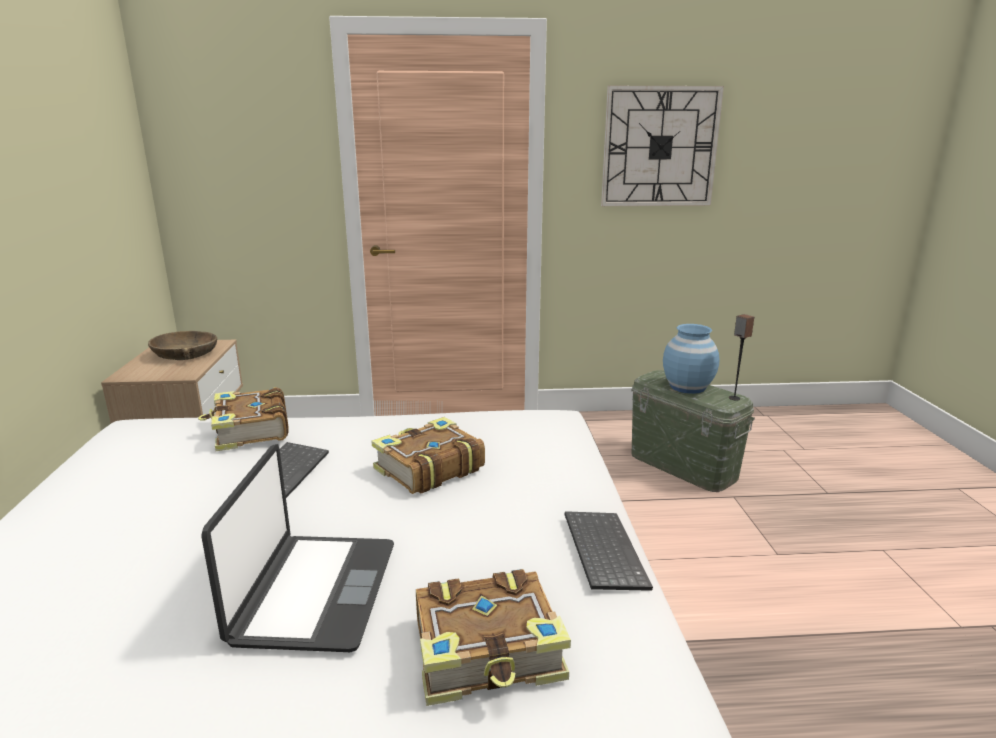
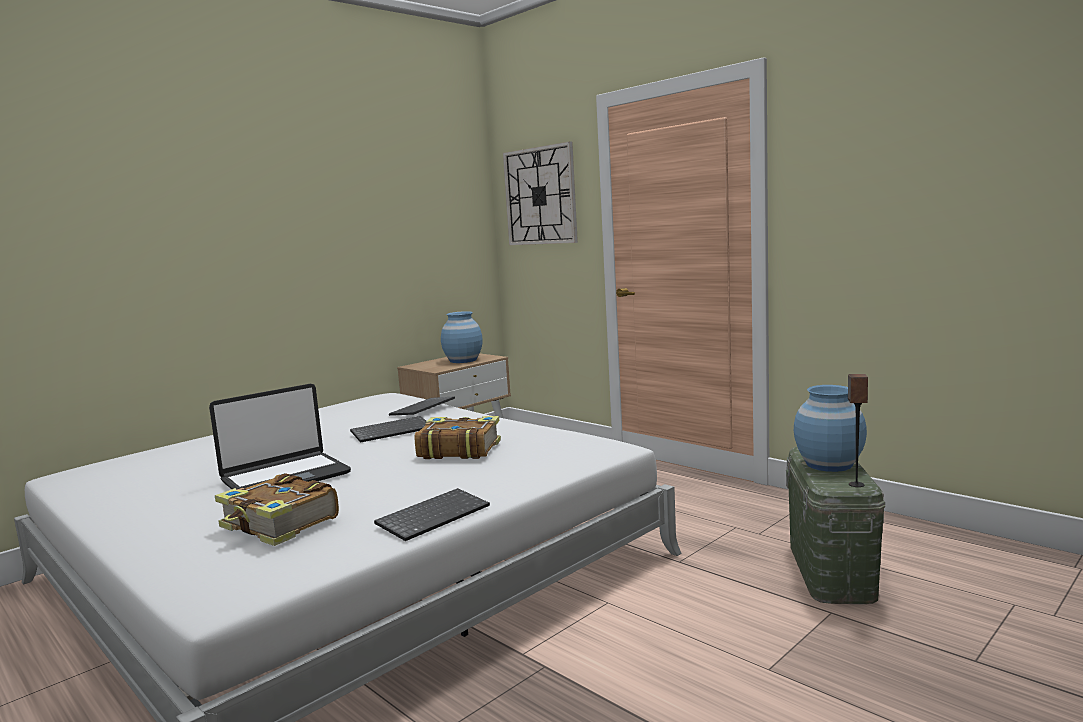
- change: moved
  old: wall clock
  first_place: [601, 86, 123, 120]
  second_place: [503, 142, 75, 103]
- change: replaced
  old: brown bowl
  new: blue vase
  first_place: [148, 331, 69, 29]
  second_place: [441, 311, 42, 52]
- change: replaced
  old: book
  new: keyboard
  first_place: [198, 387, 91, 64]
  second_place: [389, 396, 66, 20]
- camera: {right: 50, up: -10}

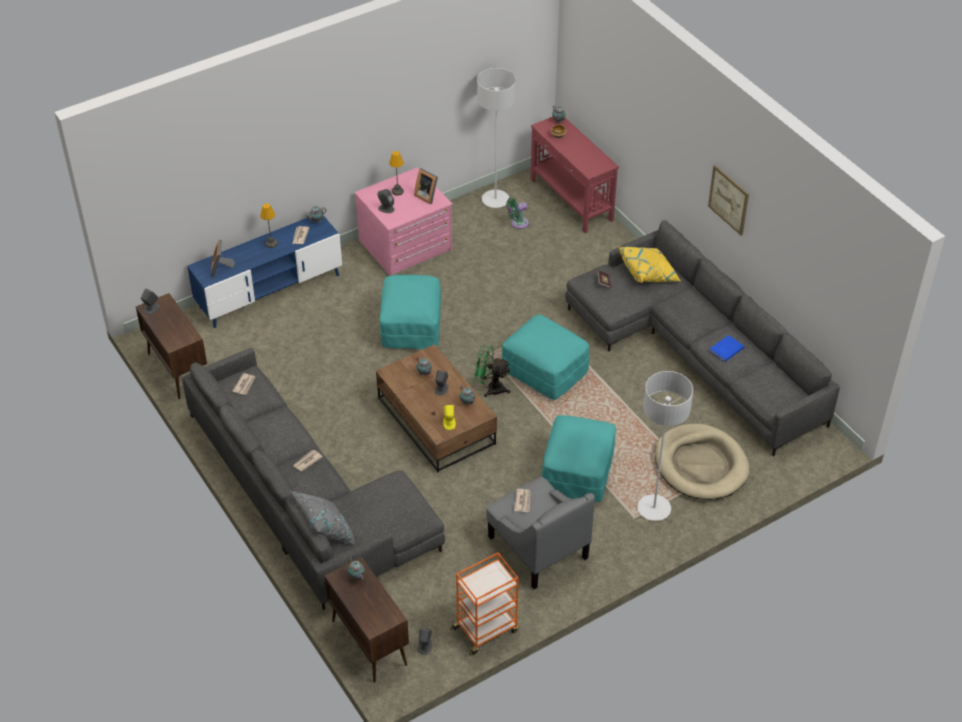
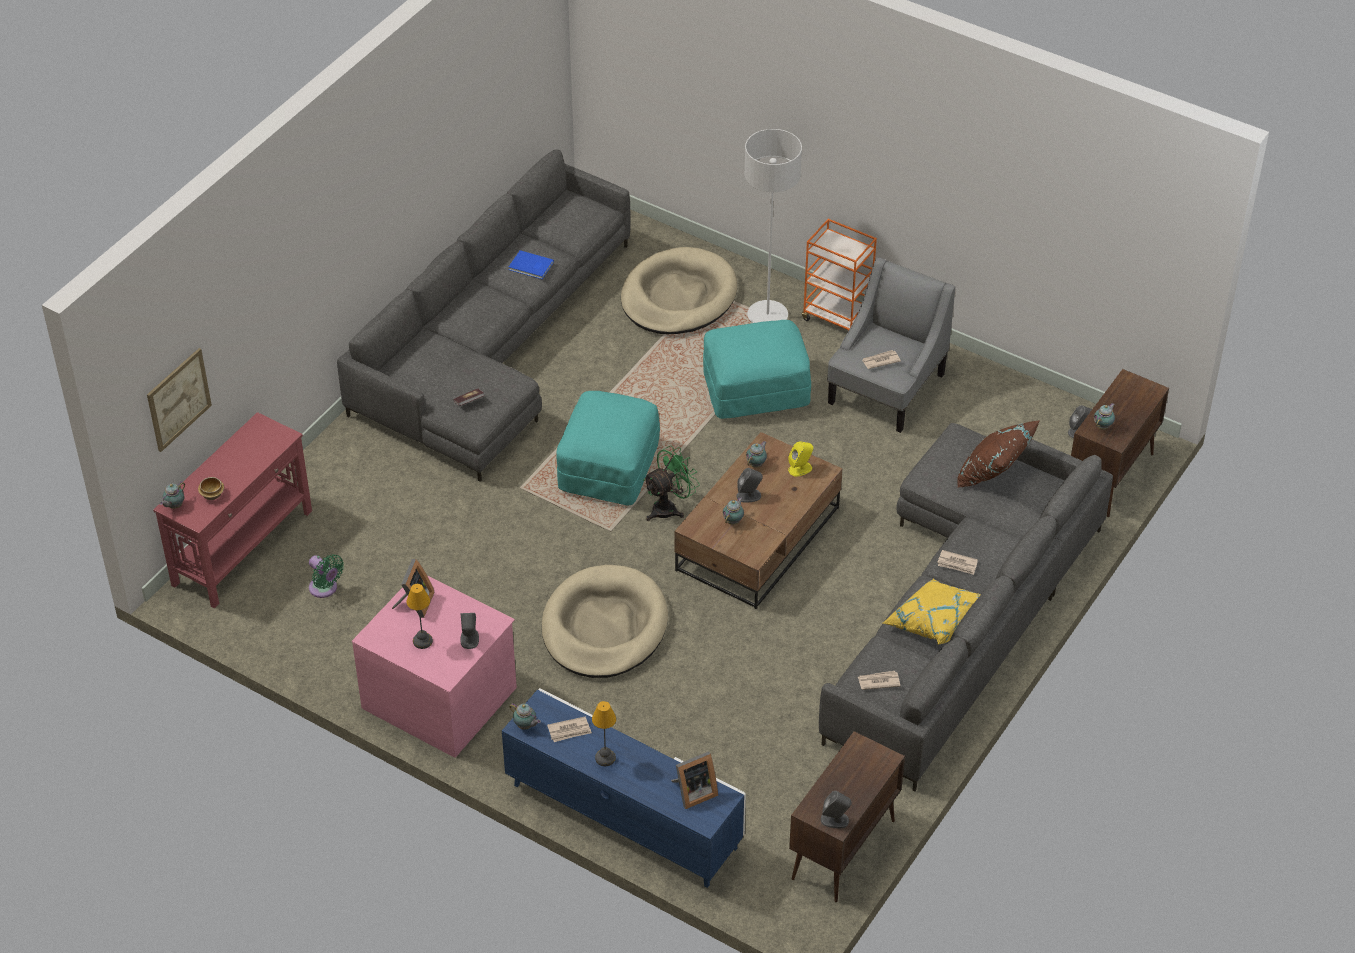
- change: removed
  old: grey floor lamp
  first_place: [477, 68, 39, 140]
- change: moved
  old: picture
  first_place: [708, 165, 41, 71]
  second_place: [147, 348, 65, 104]
- change: moved
  old: yellow pillow
  first_place: [618, 247, 63, 36]
  second_place: [883, 579, 98, 65]
- change: replaced
  old: turquoise ottoman
  new: beige dog bed
  first_place: [379, 275, 62, 74]
  second_place: [542, 565, 126, 113]
- change: turned
  old: green fan
  first_place: [473, 345, 38, 52]
  second_place: [643, 446, 57, 75]
  degrees: -120
- change: removed
  old: grey pillow
  first_place: [290, 491, 65, 54]
- change: moved
  old: orange cart
  first_place: [450, 552, 69, 103]
  second_place: [802, 219, 75, 111]
- change: added
  new: brown pillow
  second_place: [957, 420, 83, 67]
- camera: {right: -115, up: 0}

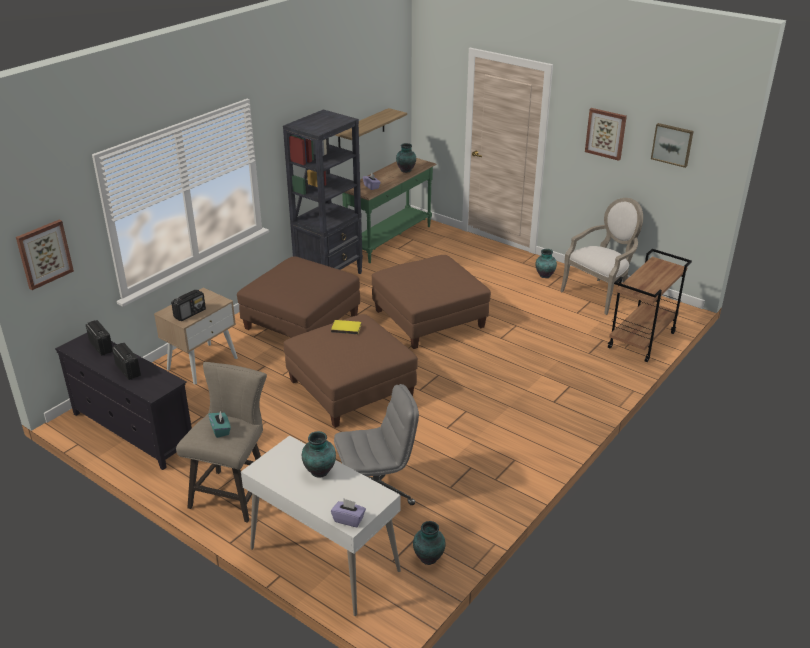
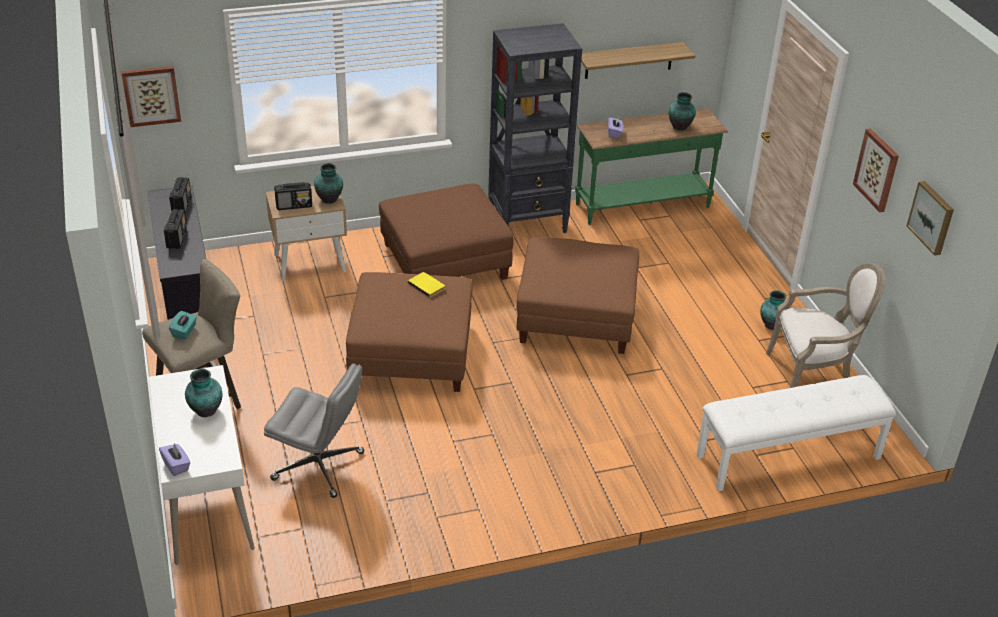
- change: replaced
  old: brown cart
  new: white bench
  first_place: [607, 249, 85, 113]
  second_place: [696, 375, 200, 117]
- change: moved
  old: vase
  first_place: [413, 521, 33, 44]
  second_place: [314, 163, 29, 41]
- camera: {right: 35, up: 5}

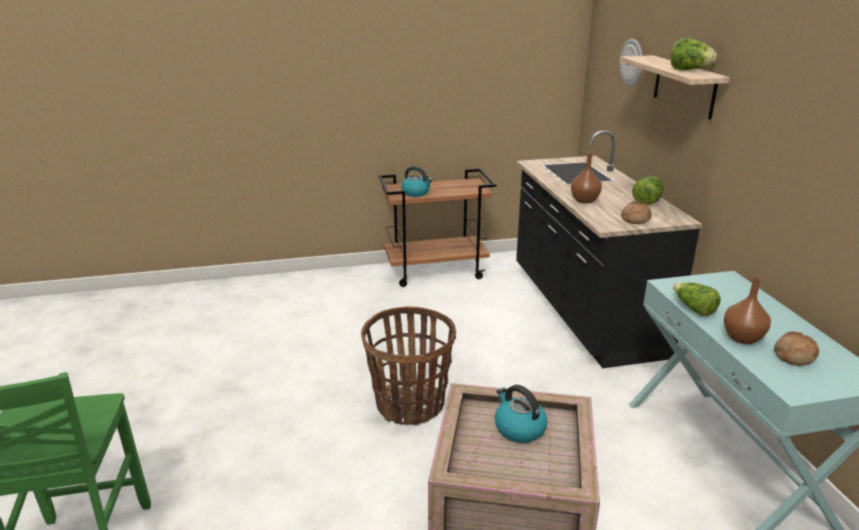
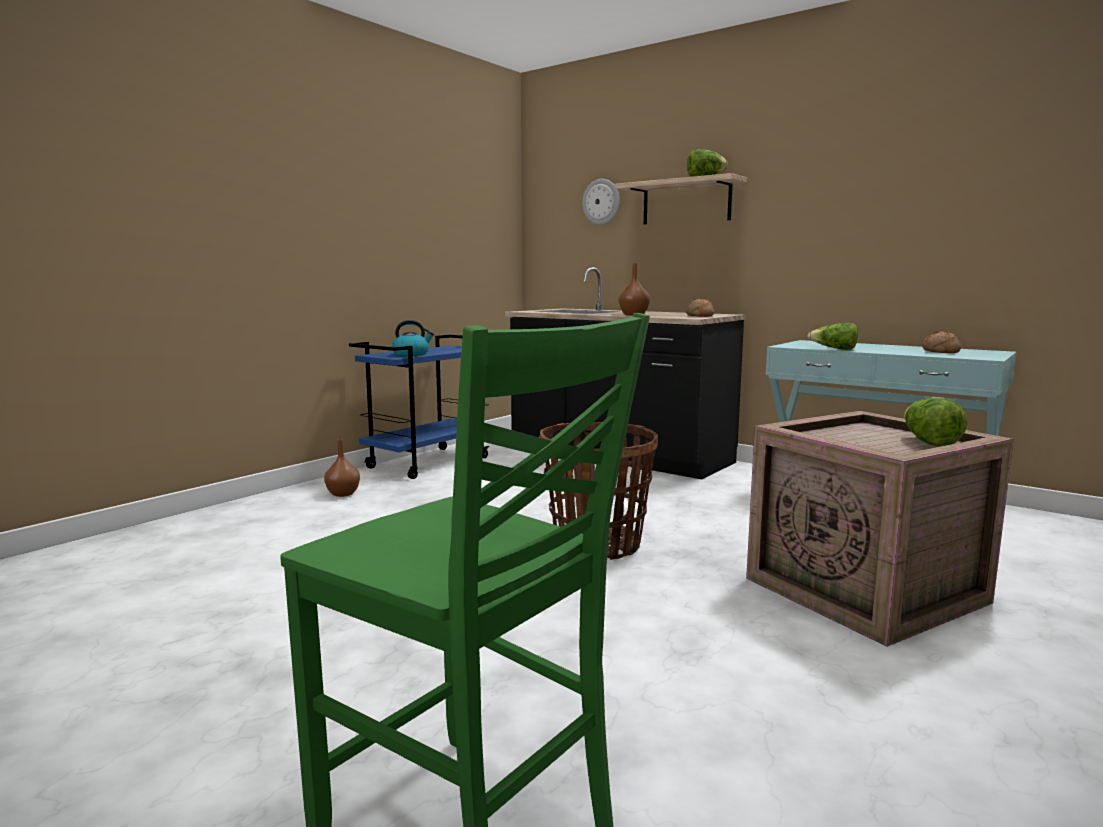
- change: recoloured
  old: brown cart
  new: blue cart
  first_place: [379, 168, 117, 119]
  second_place: [349, 335, 141, 144]
- change: moved
  old: lettuce
  first_place: [632, 176, 32, 29]
  second_place: [904, 398, 63, 49]
- change: moved
  old: brown vase
  first_place: [724, 276, 47, 68]
  second_place: [324, 439, 36, 58]
- change: removed
  old: kettle
  first_place: [495, 385, 53, 58]
- camera: {right: -40, up: -15}

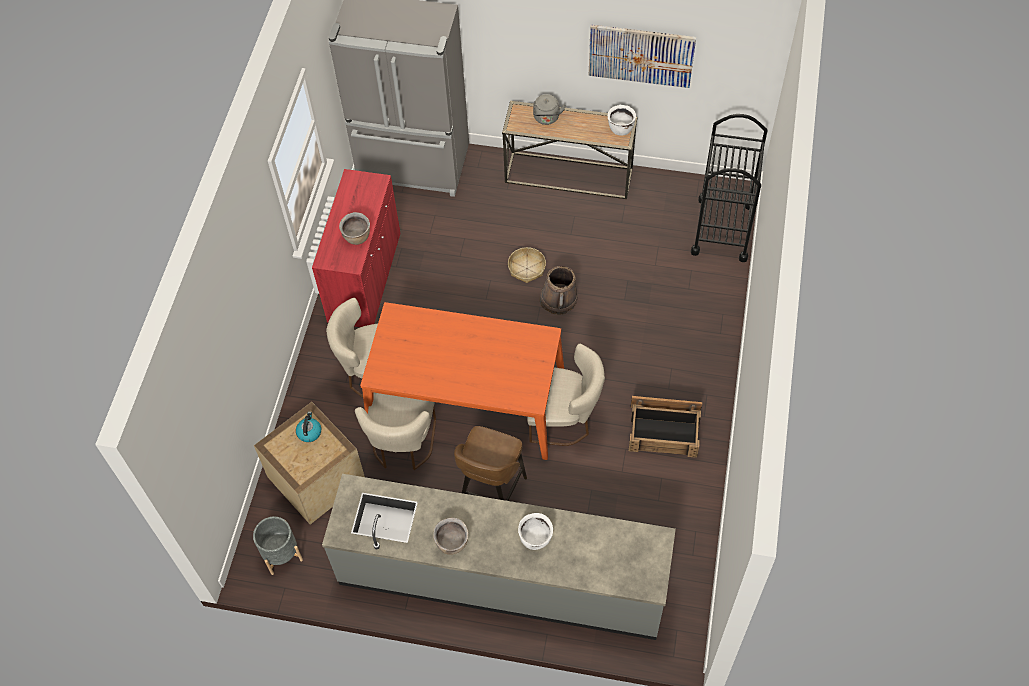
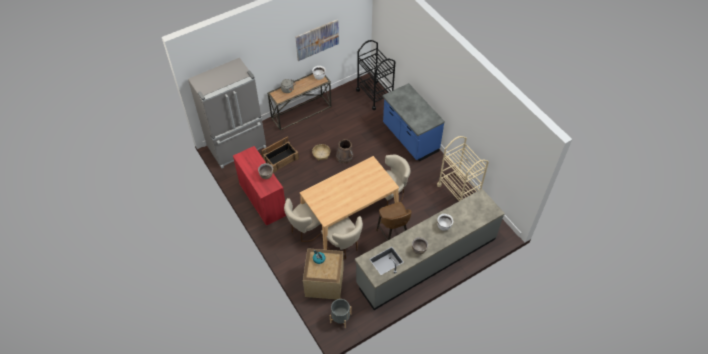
- change: recoloured
  old: orange dining table
  new: beige dining table
  first_place: [360, 302, 204, 158]
  second_place: [300, 156, 99, 94]
- change: moved
  old: crate
  first_place: [629, 396, 74, 62]
  second_place: [261, 136, 38, 37]
- change: added
  new: blue counter
  second_place: [383, 83, 62, 79]
- change: added
  new: beige cart
  second_place: [437, 136, 52, 65]
- camera: {right: -45, up: -5}

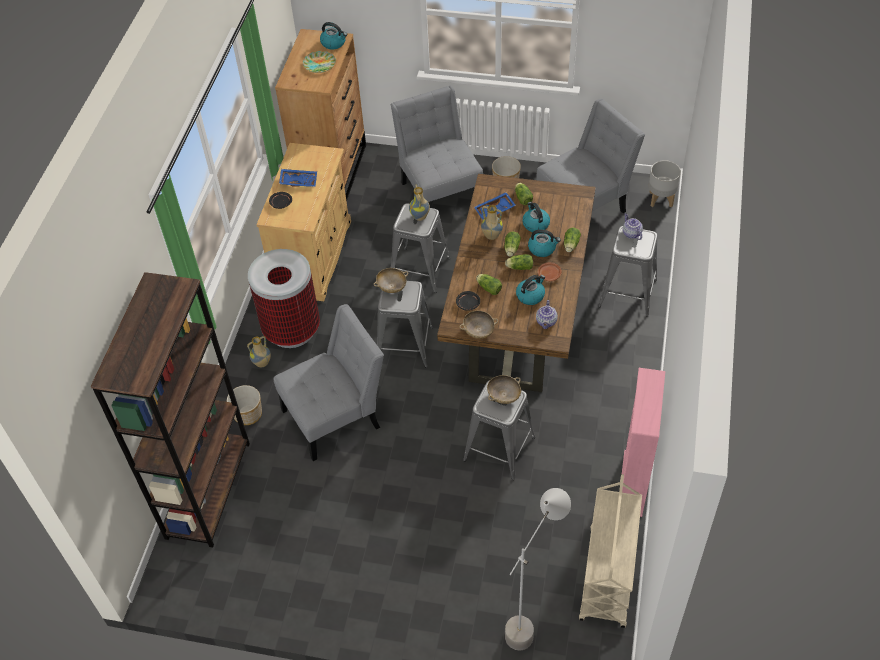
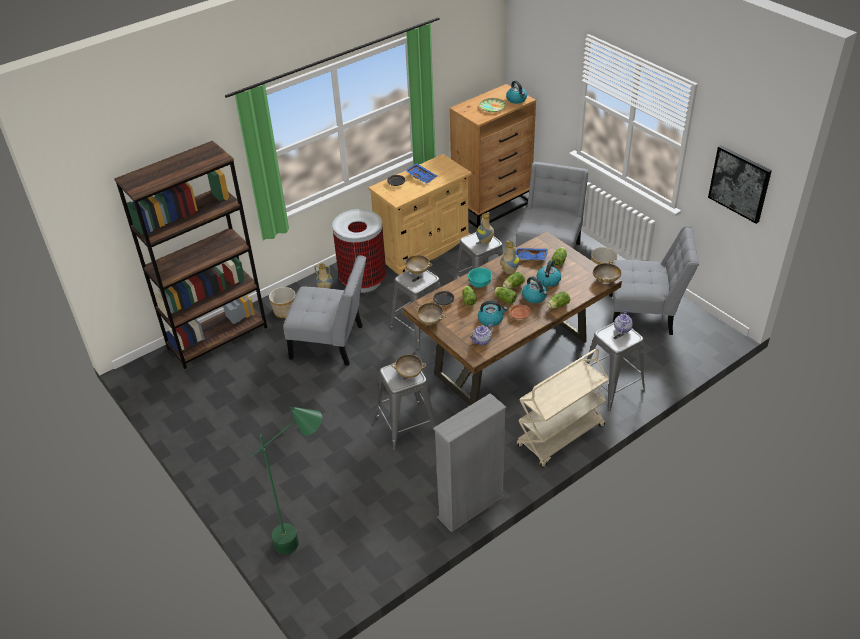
- change: removed
  old: grey planter
  first_place: [649, 160, 32, 47]
- change: recoloured
  old: pink bookcase
  new: grey bookcase
  first_place: [622, 368, 43, 149]
  second_place: [433, 393, 73, 139]
- change: moved
  old: beige cart
  first_place: [579, 474, 63, 154]
  second_place: [517, 348, 92, 120]
- change: recoloured
  old: grey floor lamp
  new: green floor lamp
  first_place: [505, 488, 66, 162]
  second_place: [252, 407, 70, 147]
- change: added
  new: picture
  second_place: [708, 145, 64, 79]
- change: added
  new: beige bowl
  second_place: [593, 261, 28, 22]
- change: added
  new: turquoise bowl
  second_place: [468, 268, 24, 20]
- camera: {right: 40, up: -10}

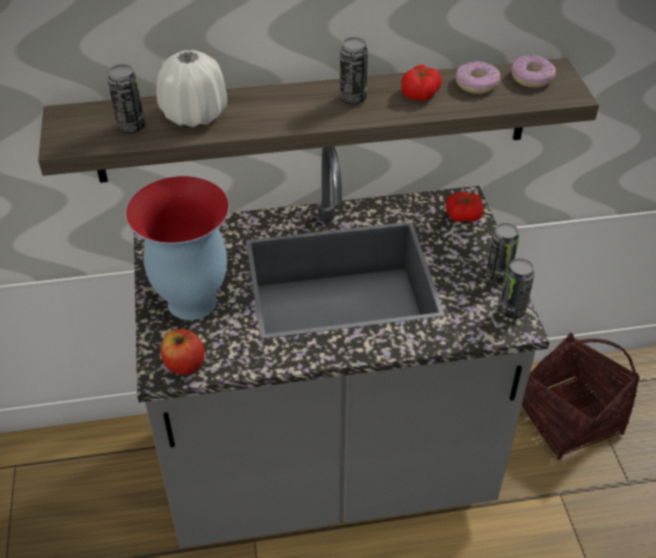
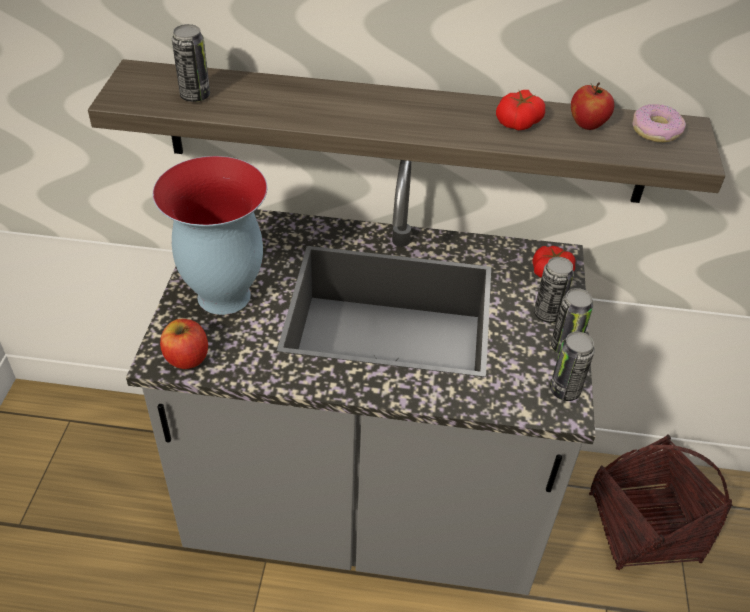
- change: moved
  old: can
  first_place: [340, 37, 28, 67]
  second_place: [534, 257, 40, 66]
- change: removed
  old: white vase
  first_place: [156, 50, 71, 77]
- change: replaced
  old: donut
  new: apple
  first_place: [455, 61, 45, 33]
  second_place: [571, 82, 43, 48]
- camera: {right: 15, up: 0}

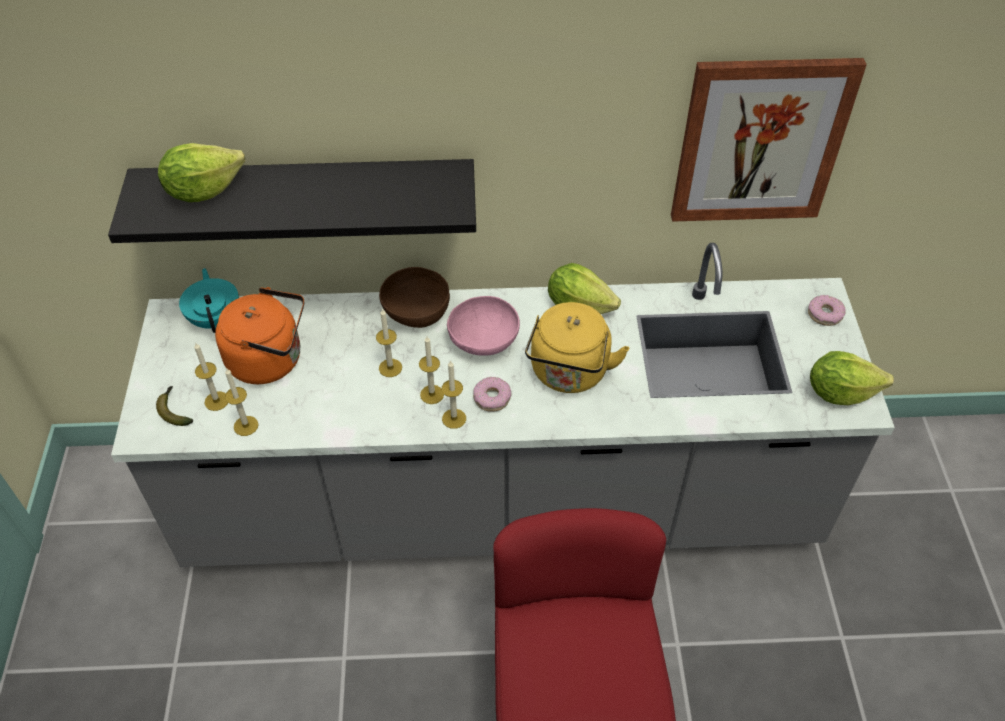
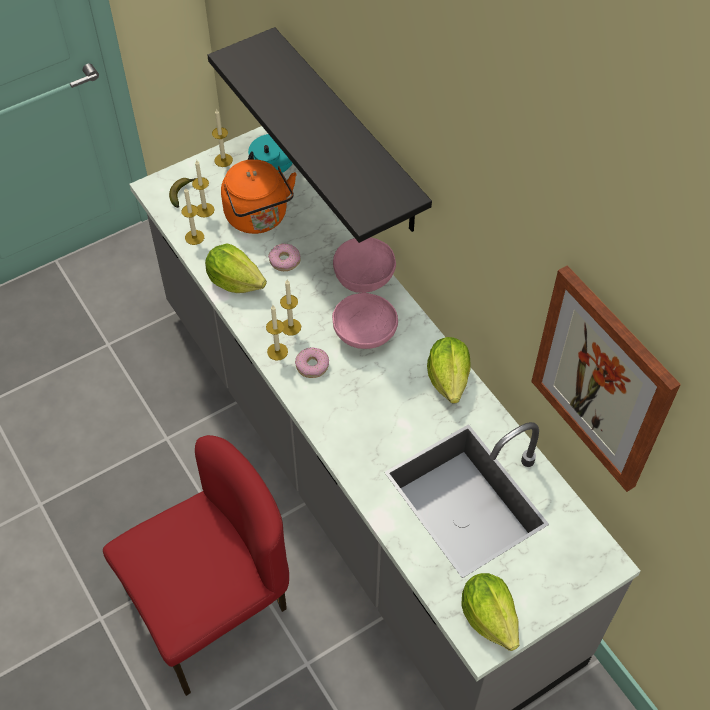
- change: moved
  old: lettuce
  first_place: [158, 143, 87, 59]
  second_place: [205, 243, 62, 50]
- change: recoloured
  old: brown bowl
  new: pink bowl
  first_place: [379, 267, 71, 61]
  second_place: [333, 237, 63, 56]
- change: moved
  old: donut
  first_place: [808, 295, 38, 31]
  second_place: [268, 243, 32, 28]
- change: removed
  old: yellow kettle
  first_place: [525, 302, 104, 91]
- change: moved
  old: candle
  first_place: [376, 309, 26, 68]
  second_place: [212, 109, 21, 58]
- camera: {right: 60, up: 5}

